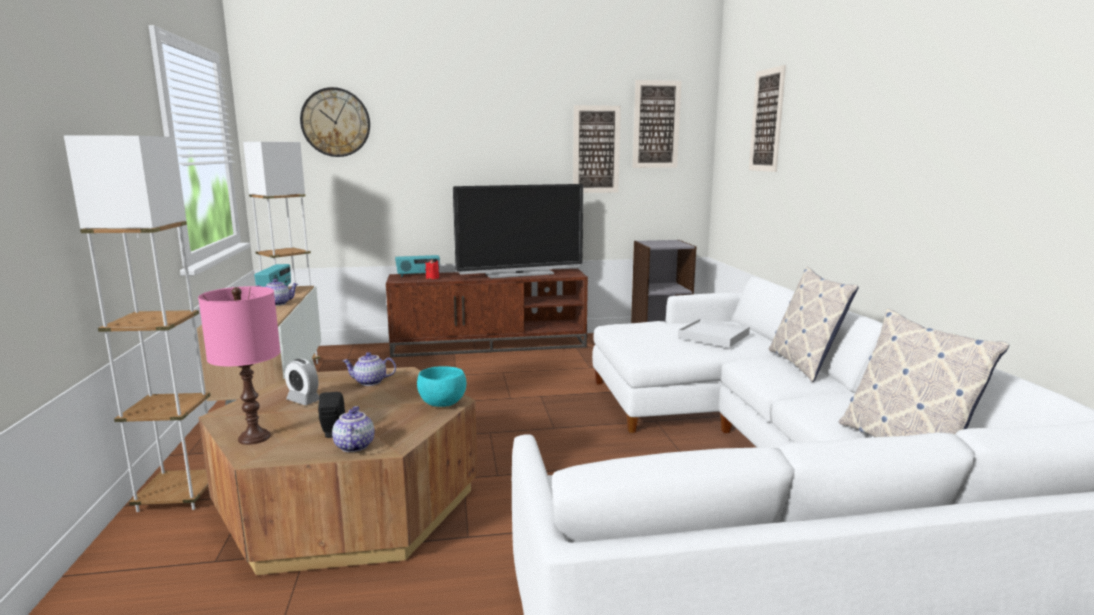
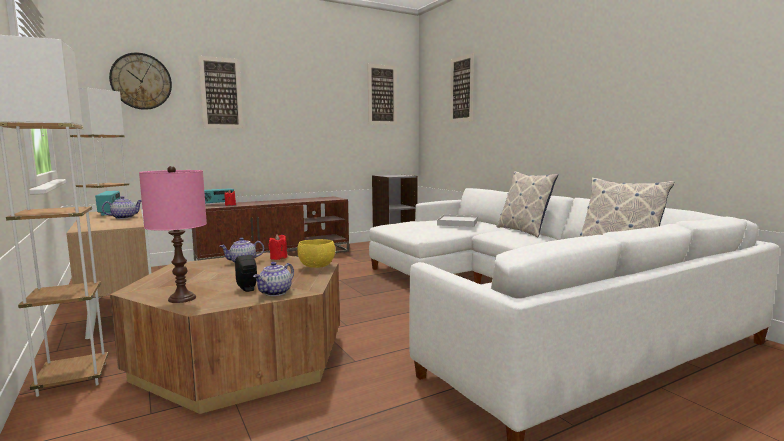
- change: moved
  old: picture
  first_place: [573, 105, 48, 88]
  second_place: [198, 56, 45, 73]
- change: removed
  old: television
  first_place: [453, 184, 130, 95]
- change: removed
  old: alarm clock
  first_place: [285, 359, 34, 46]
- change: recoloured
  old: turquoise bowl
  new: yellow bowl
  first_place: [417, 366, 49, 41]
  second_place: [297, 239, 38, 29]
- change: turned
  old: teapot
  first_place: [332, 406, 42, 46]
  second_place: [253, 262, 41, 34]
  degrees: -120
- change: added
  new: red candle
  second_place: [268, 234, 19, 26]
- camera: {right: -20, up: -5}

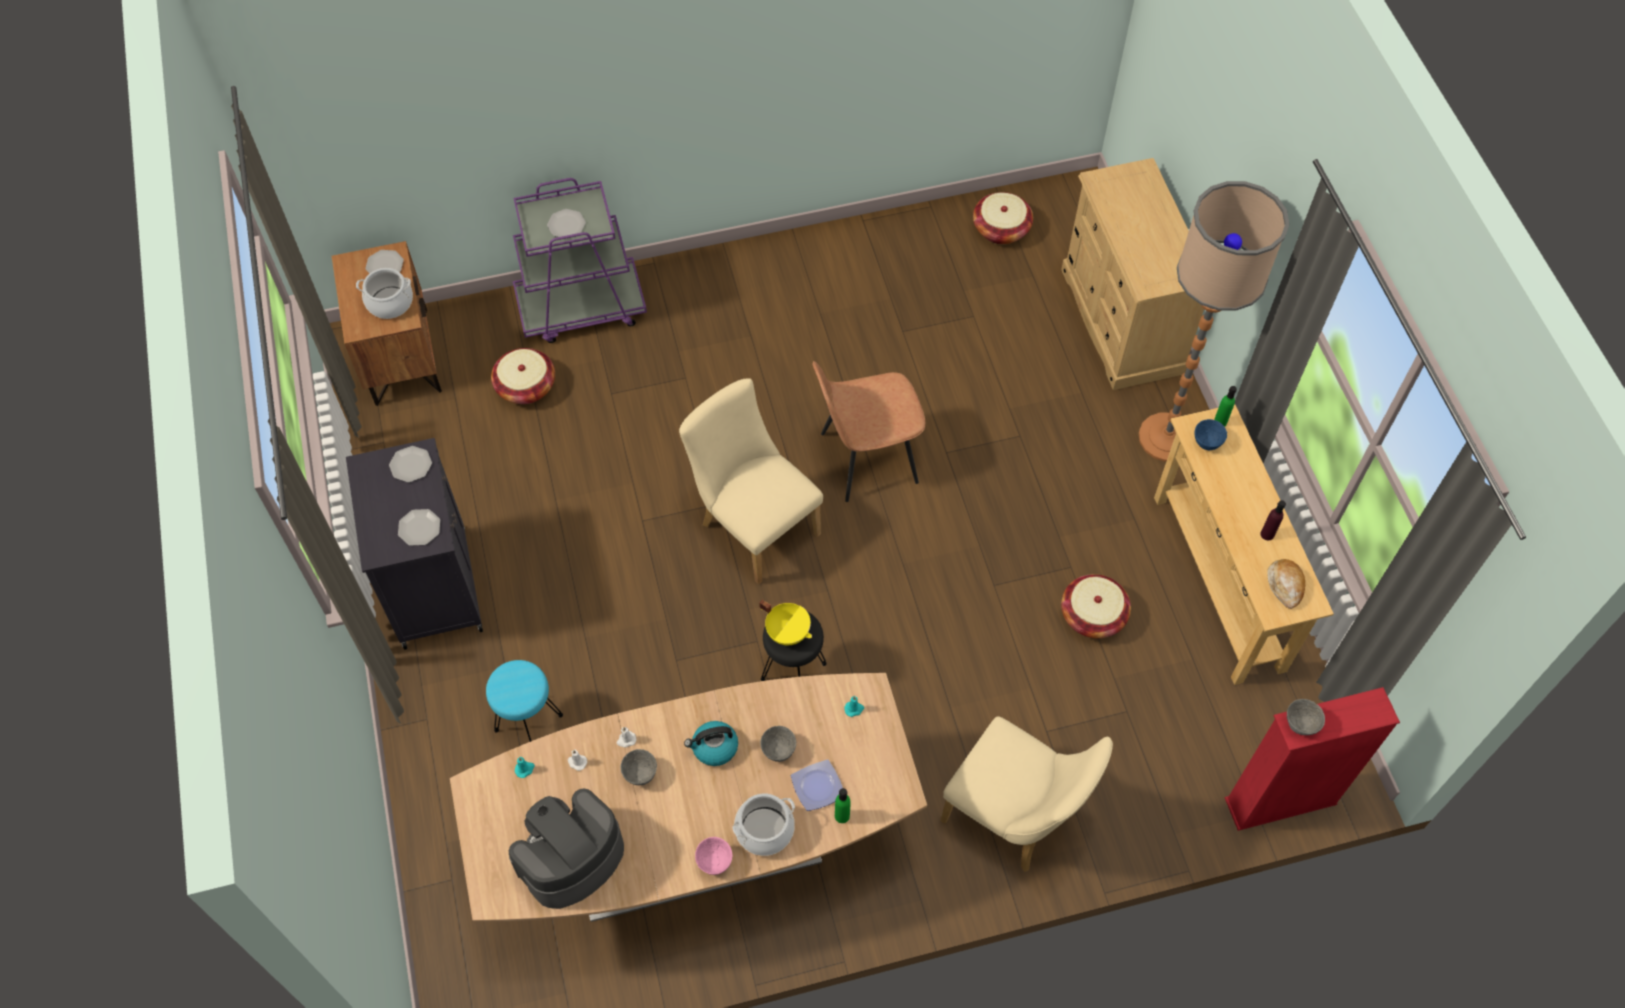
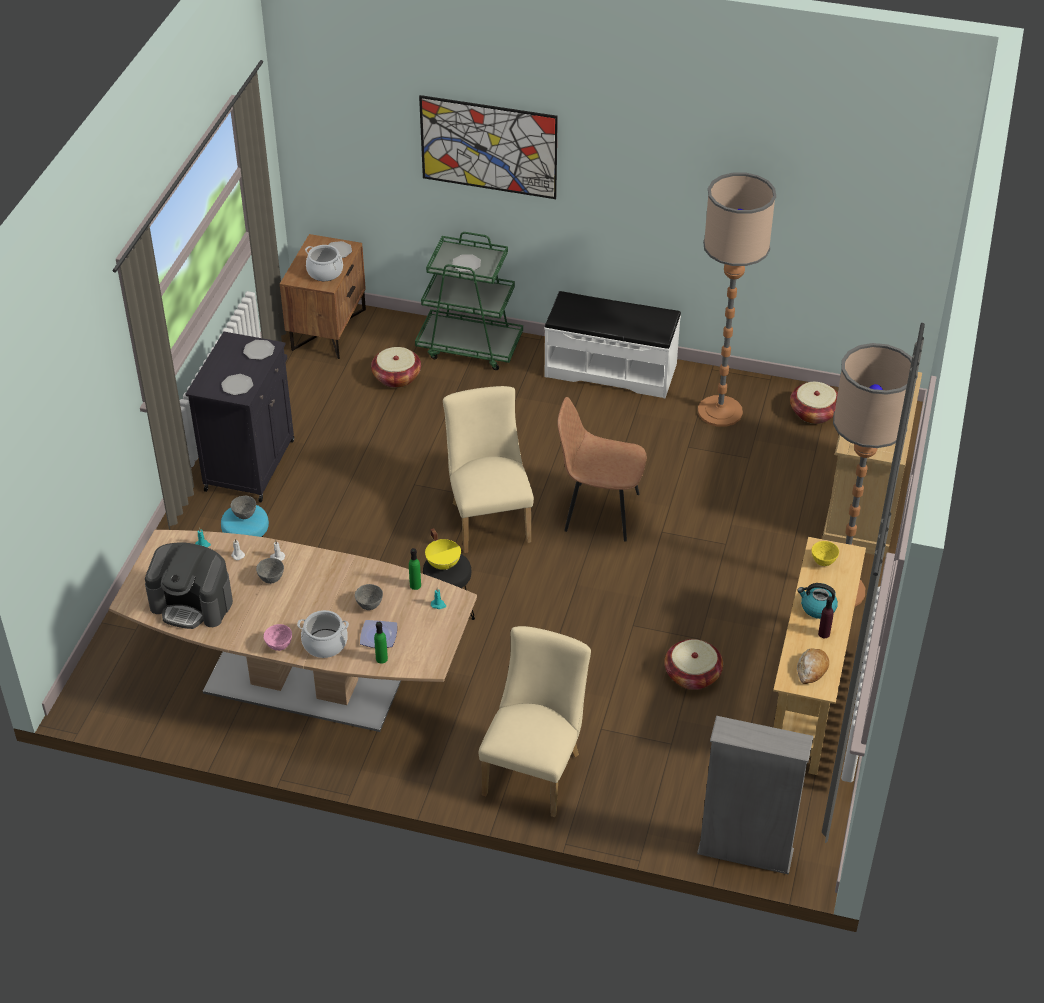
- change: recoloured
  old: purple cart
  new: green cart
  first_place: [513, 178, 134, 165]
  second_place: [415, 232, 108, 138]
- change: moved
  old: green bottle
  first_place: [1214, 386, 23, 41]
  second_place: [409, 548, 12, 42]
- change: recoloured
  old: blue bowl
  new: yellow bowl
  first_place: [1195, 419, 32, 31]
  second_place: [812, 541, 27, 25]
- change: recoloured
  old: red bookcase
  new: grey bookcase
  first_place: [1225, 687, 175, 144]
  second_place: [697, 716, 117, 159]
- change: moved
  old: grey bowl
  first_place: [1287, 699, 38, 36]
  second_place: [231, 496, 25, 23]
- change: turned
  old: beige chair
  first_place: [940, 716, 173, 156]
  second_place: [478, 626, 113, 191]
  degrees: -135
- change: moved
  old: kettle
  first_place: [684, 721, 54, 45]
  second_place: [797, 583, 41, 36]
- change: turned
  old: coffee machine
  first_place: [509, 788, 115, 121]
  second_place: [145, 542, 88, 87]
  degrees: -150
- change: added
  new: picture
  second_place: [419, 95, 139, 104]
- change: added
  new: floor lamp
  second_place: [698, 173, 78, 254]
- change: added
  new: white bench
  second_place: [544, 291, 137, 107]
- camera: {right: 30, up: -15}

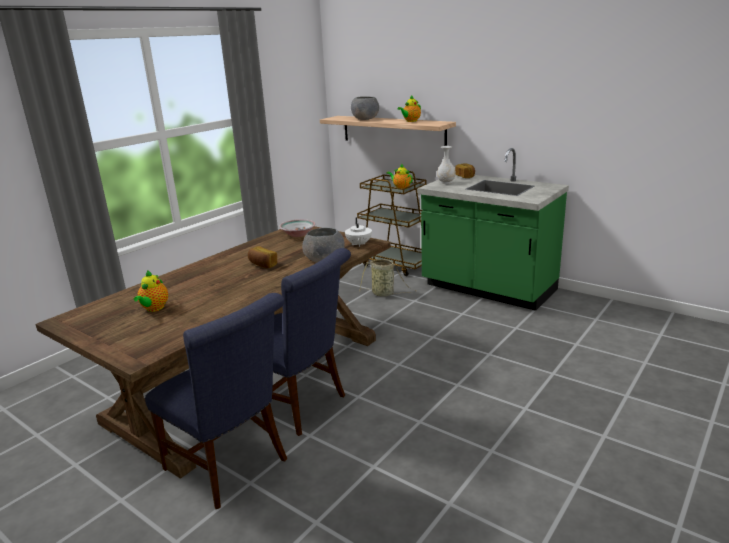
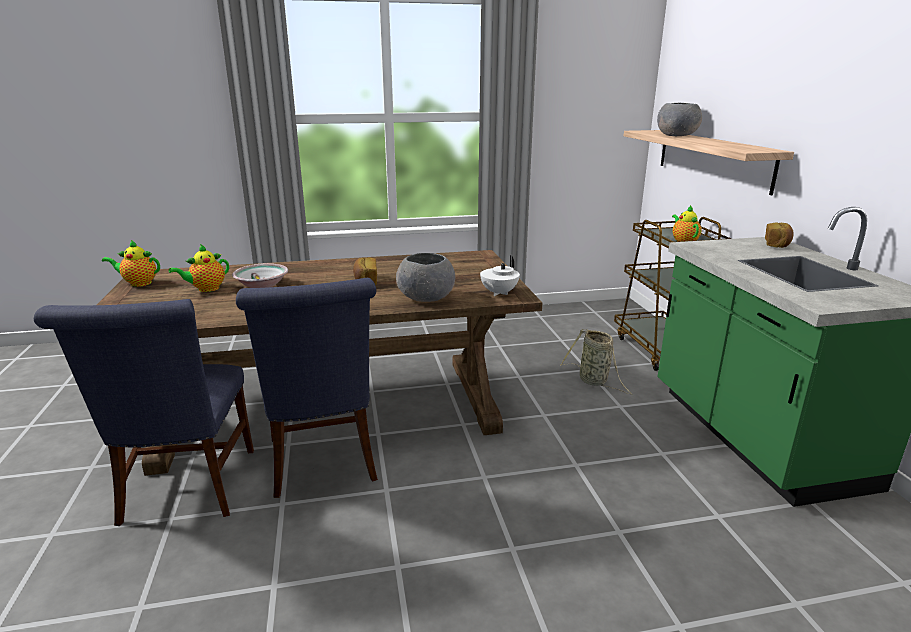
- change: moved
  old: teapot
  first_place: [398, 95, 23, 27]
  second_place: [102, 240, 58, 47]
- change: removed
  old: white vase
  first_place: [437, 146, 19, 38]
- change: moved
  old: bowl
  first_place: [279, 219, 36, 18]
  second_place: [232, 263, 56, 25]
- camera: {right: 40, up: 0}

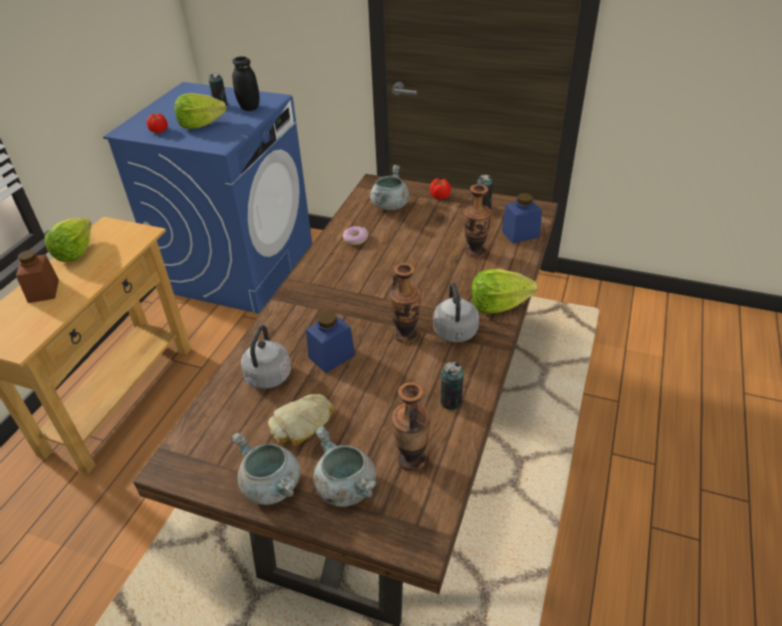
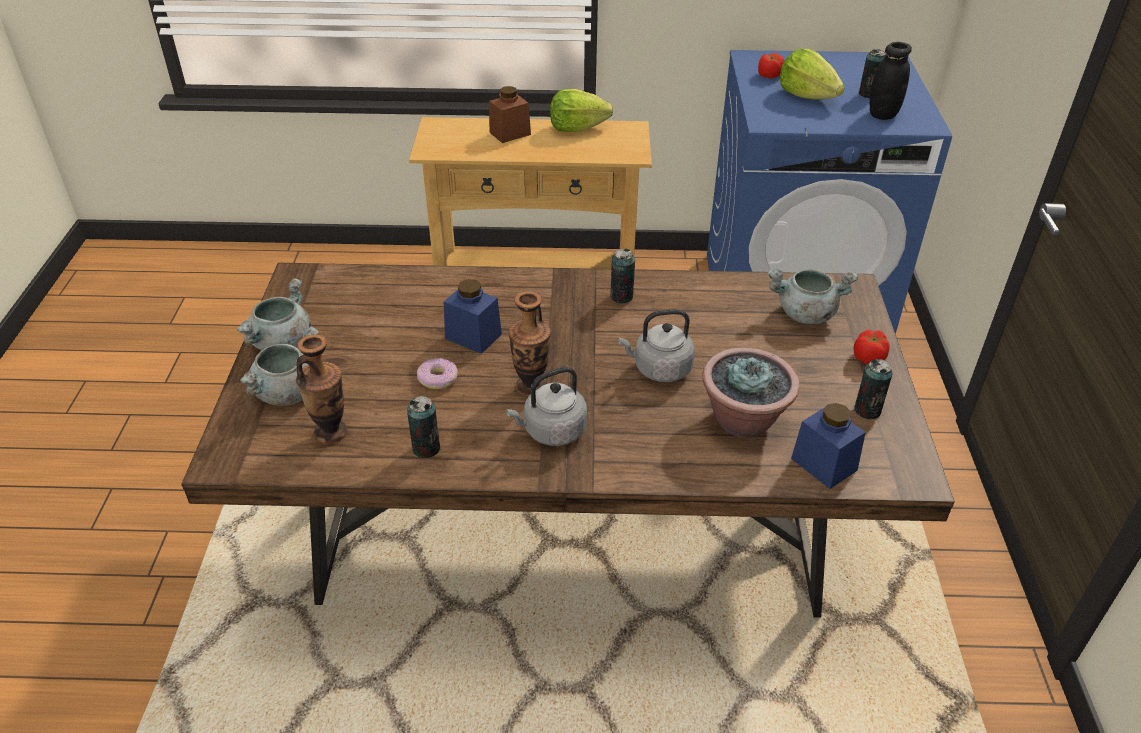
- change: replaced
  old: vase
  new: potted plant
  first_place: [464, 184, 28, 74]
  second_place: [702, 347, 97, 91]
- change: moved
  old: donut
  first_place: [343, 226, 26, 19]
  second_place: [417, 358, 41, 31]
- change: removed
  old: lettuce
  first_place: [471, 269, 67, 45]
- change: moved
  old: grey kettle
  first_place: [241, 325, 51, 64]
  second_place: [618, 309, 77, 73]
- change: removed
  old: bread
  first_place: [268, 394, 66, 51]
- change: added
  new: can
  second_place: [610, 249, 25, 55]
- camera: {right: 70, up: 0}

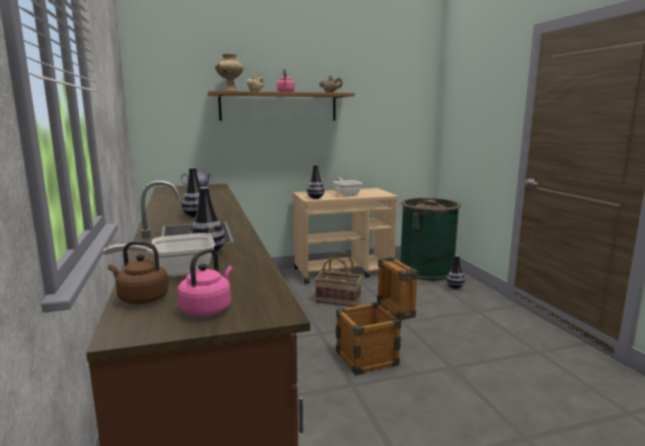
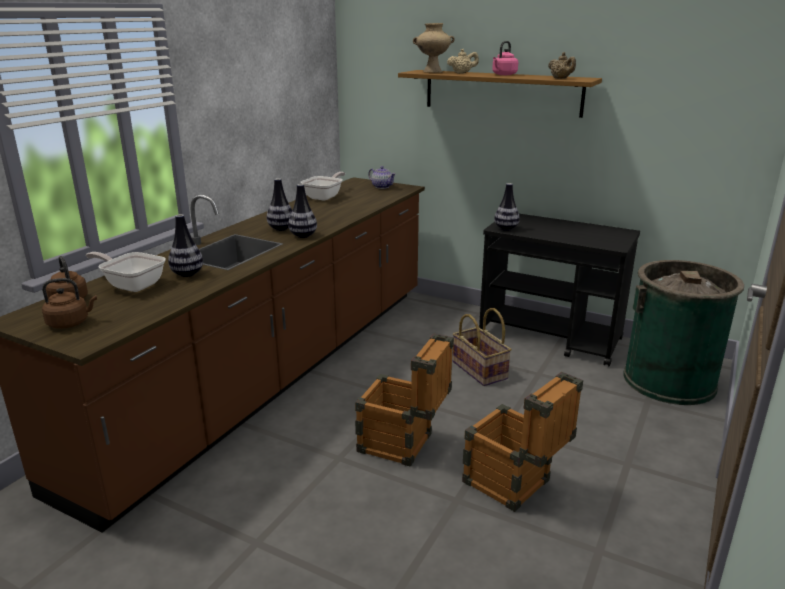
- change: moved
  old: frying pan
  first_place: [334, 178, 29, 18]
  second_place: [301, 172, 44, 29]
- change: recoloured
  old: beige cart
  new: black cart
  first_place: [293, 188, 105, 96]
  second_place: [479, 214, 161, 152]
- change: recoloured
  old: pink kettle
  new: brown kettle
  first_place: [177, 249, 56, 68]
  second_place: [42, 278, 55, 51]
- change: moved
  old: vase
  first_place: [446, 255, 19, 34]
  second_place: [288, 184, 29, 54]
- change: added
  new: crate
  second_place: [462, 372, 121, 140]
- camera: {right: 45, up: 10}

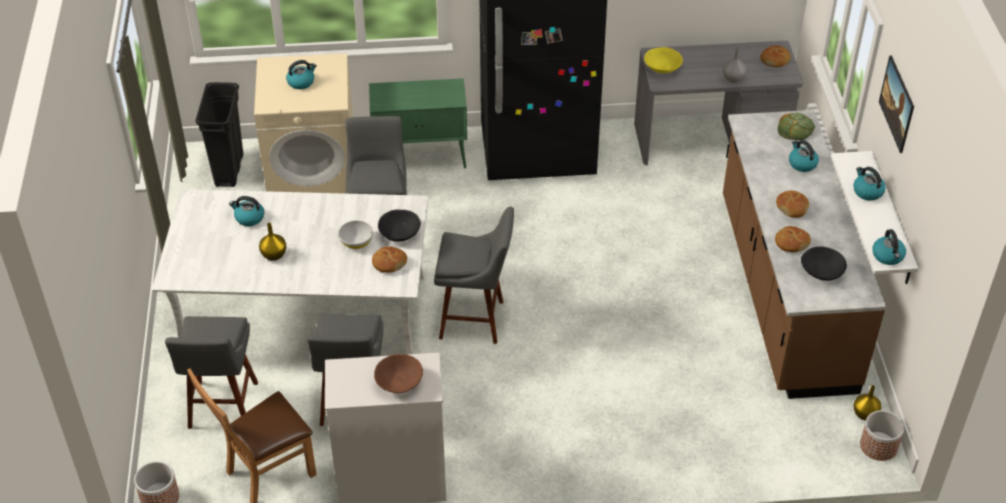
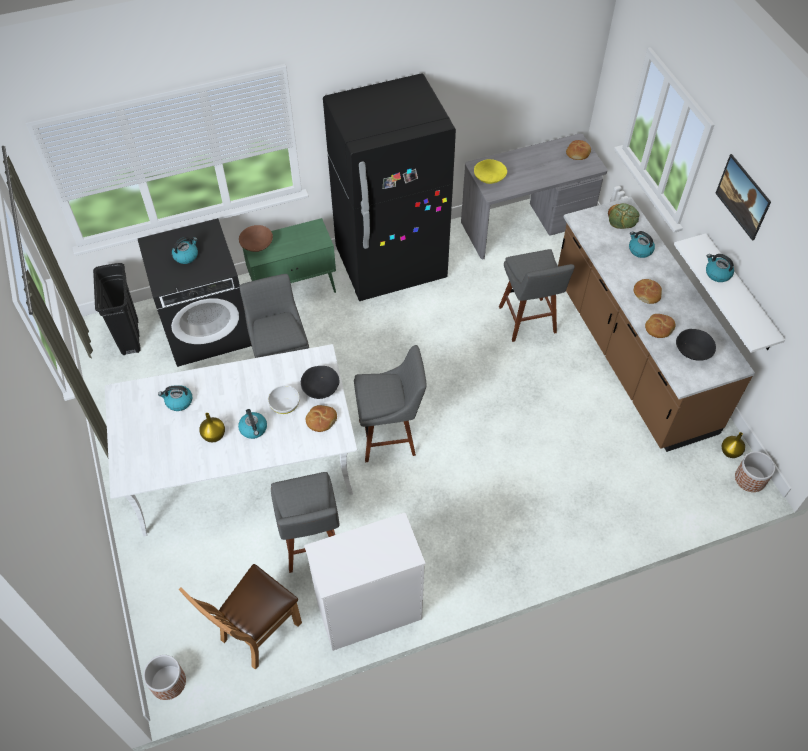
- change: removed
  old: grey vase
  first_place: [723, 47, 24, 36]
- change: recoloured
  old: beige washing machine
  new: black washing machine
  first_place: [254, 53, 99, 141]
  second_place: [137, 218, 115, 149]
- change: moved
  old: kettle
  first_place: [872, 229, 34, 36]
  second_place: [238, 409, 29, 30]
- change: moved
  old: grey stool
  first_place: [165, 316, 93, 113]
  second_place: [499, 249, 76, 93]
- change: moved
  old: brown bowl
  first_place: [374, 354, 49, 39]
  second_place: [239, 225, 34, 27]
- camera: {right: -15, up: 10}

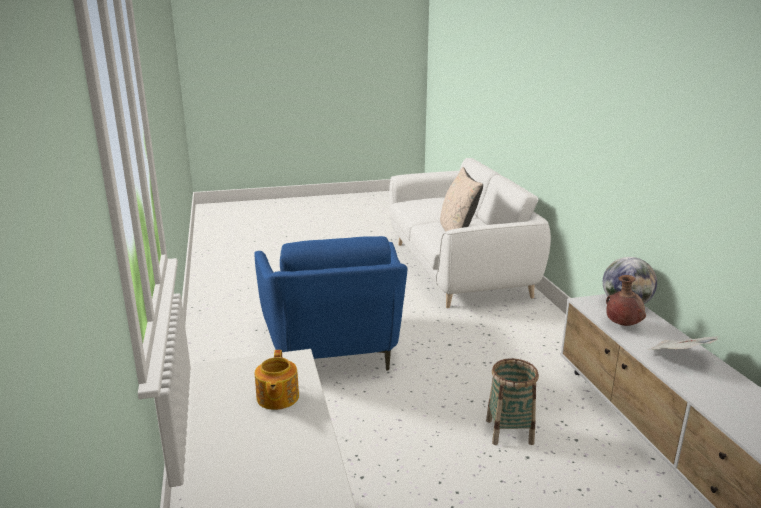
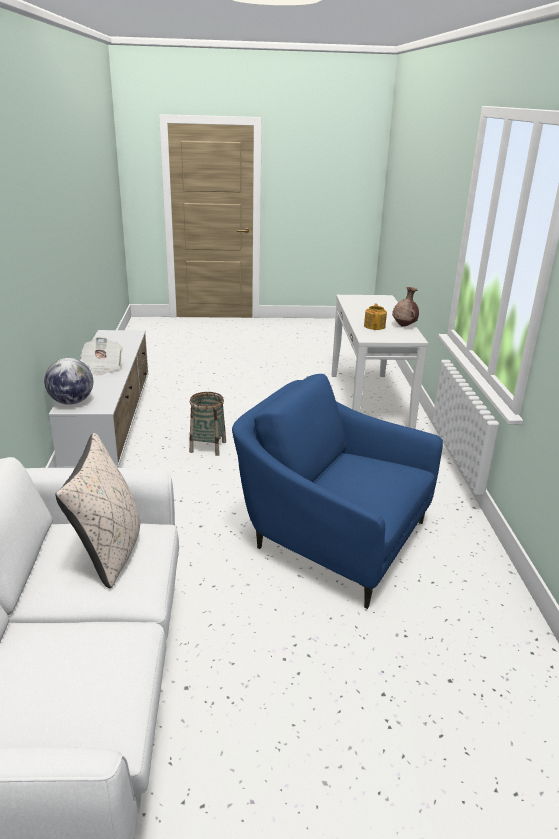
- change: turned
  old: blue armchair
  first_place: [254, 236, 153, 135]
  second_place: [232, 374, 211, 235]
  degrees: -60
- change: moved
  old: brown vase
  first_place: [606, 275, 40, 51]
  second_place: [392, 287, 27, 40]
- camera: {right: -170, up: 5}

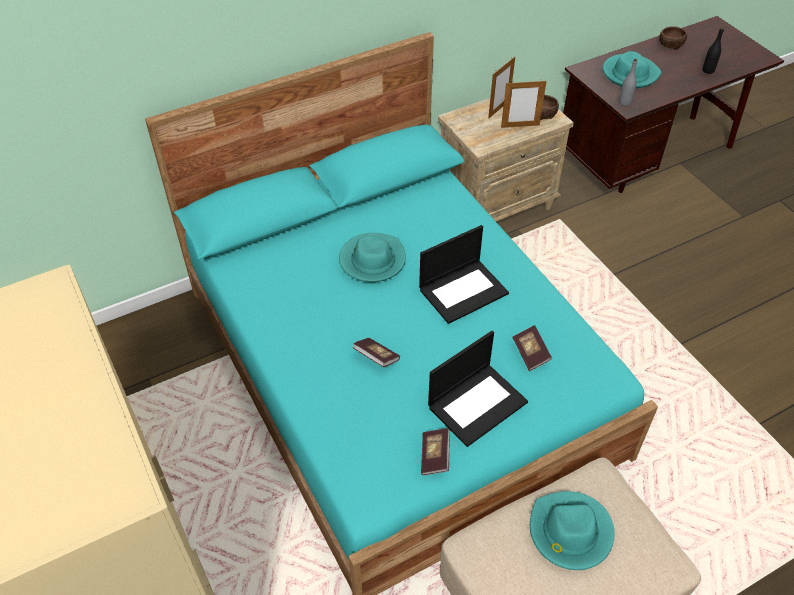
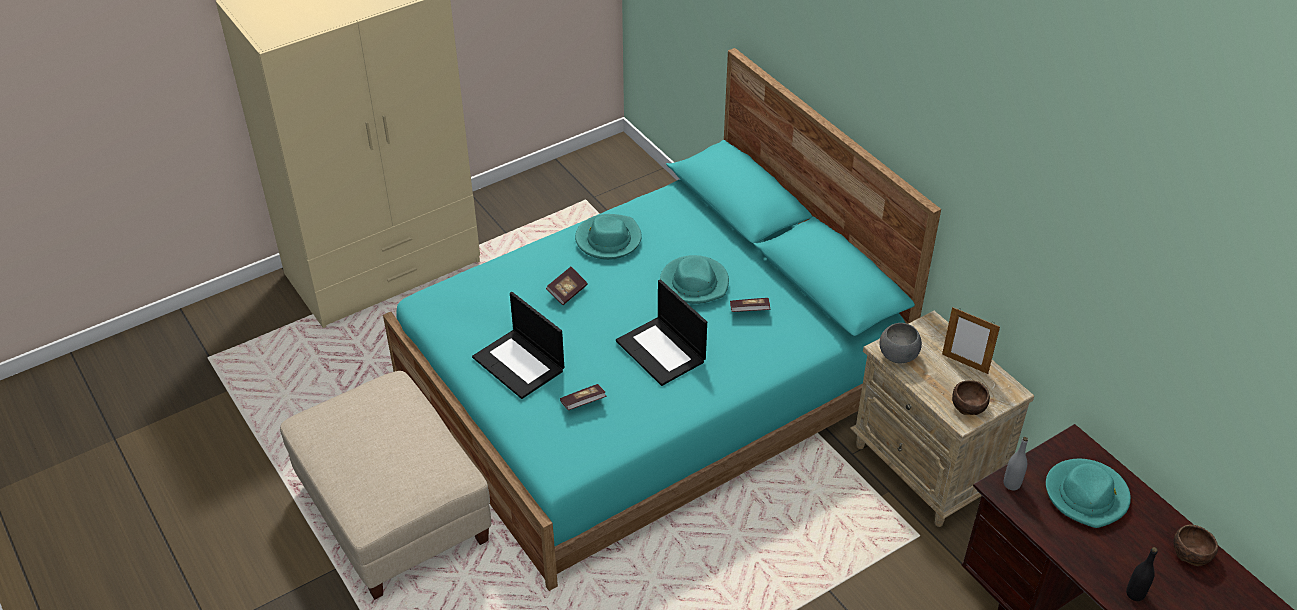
- change: removed
  old: picture frame
  first_place: [501, 79, 45, 49]
- change: moved
  old: book
  first_place: [421, 428, 29, 47]
  second_place: [730, 298, 41, 14]
- change: moved
  old: turquoise hat
  first_place: [530, 491, 84, 79]
  second_place: [575, 214, 67, 46]
- change: added
  new: grey bowl
  second_place: [879, 323, 43, 40]
- camera: {right: 85, up: -5}

